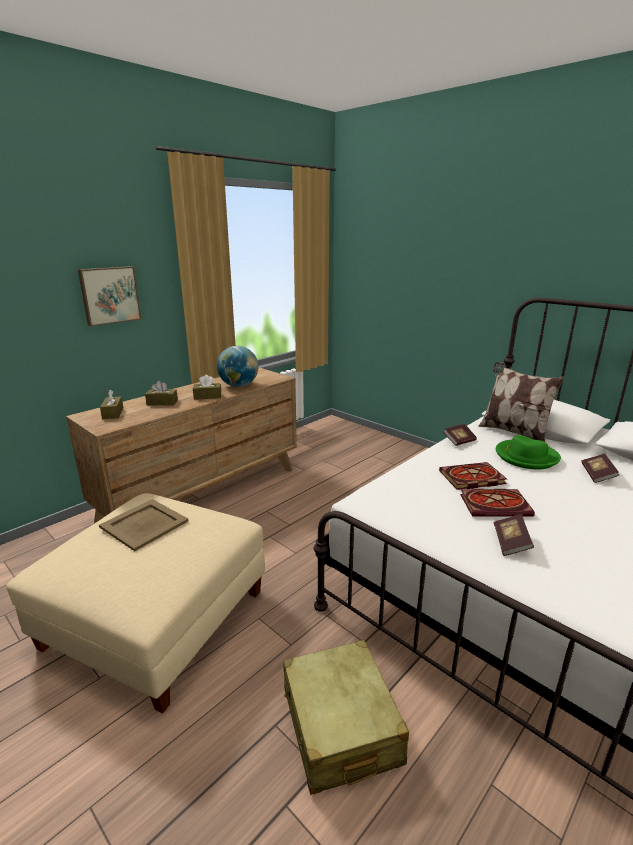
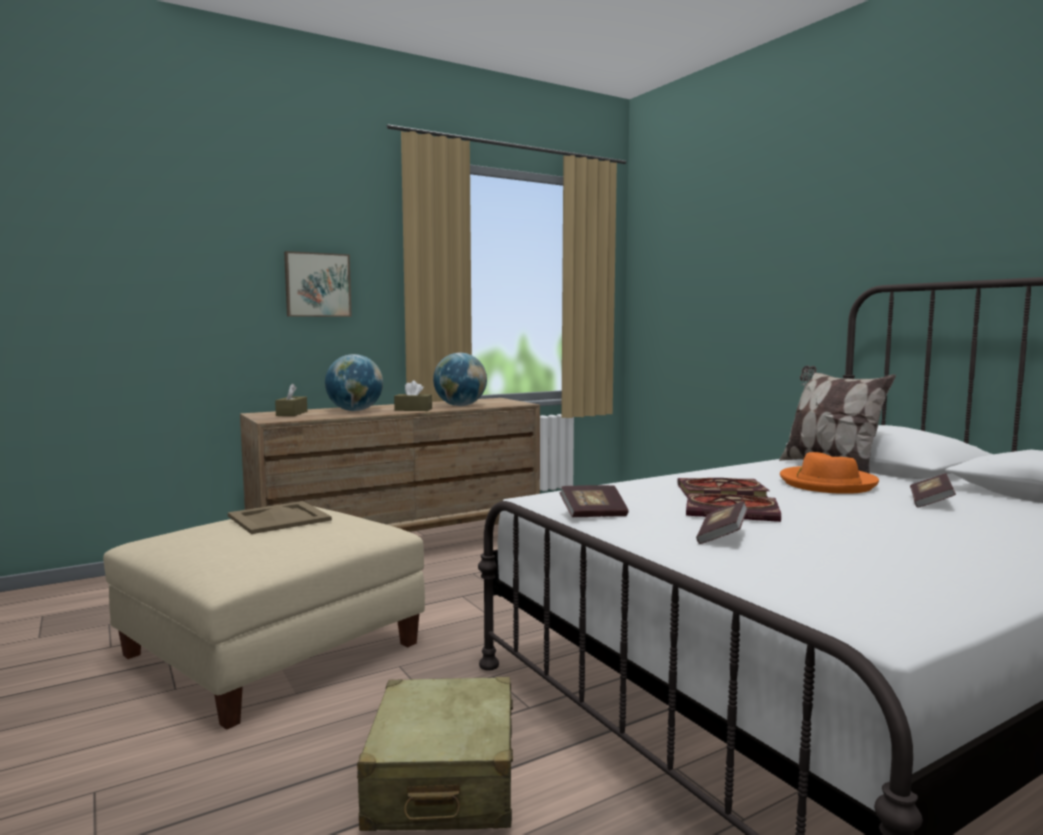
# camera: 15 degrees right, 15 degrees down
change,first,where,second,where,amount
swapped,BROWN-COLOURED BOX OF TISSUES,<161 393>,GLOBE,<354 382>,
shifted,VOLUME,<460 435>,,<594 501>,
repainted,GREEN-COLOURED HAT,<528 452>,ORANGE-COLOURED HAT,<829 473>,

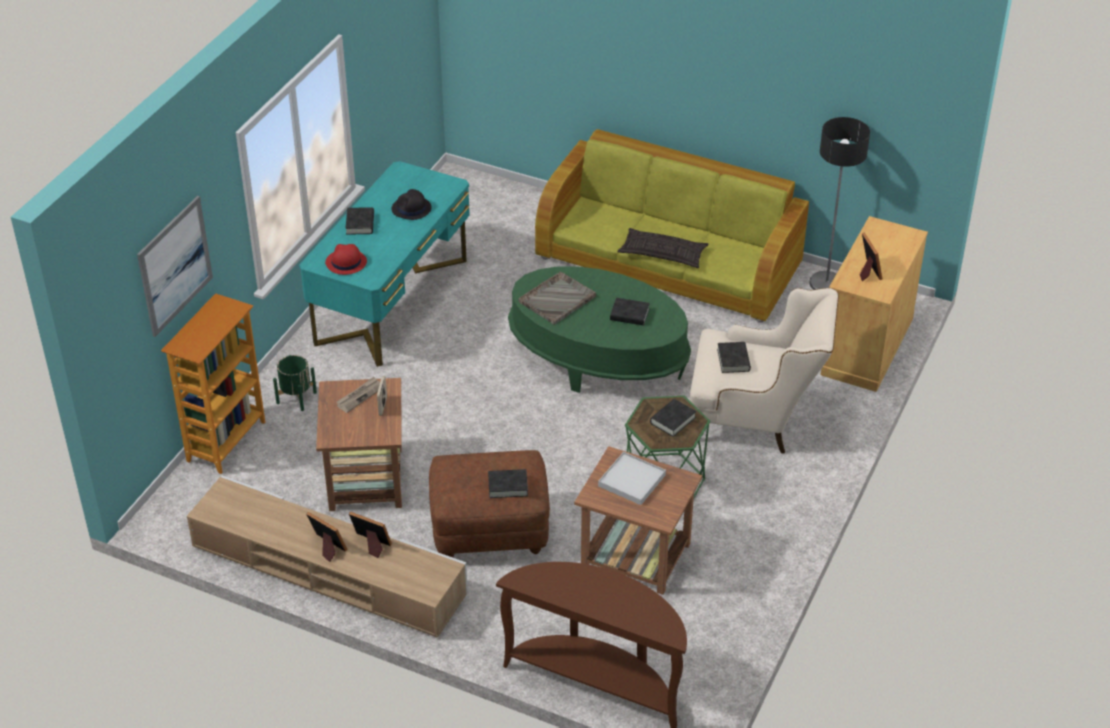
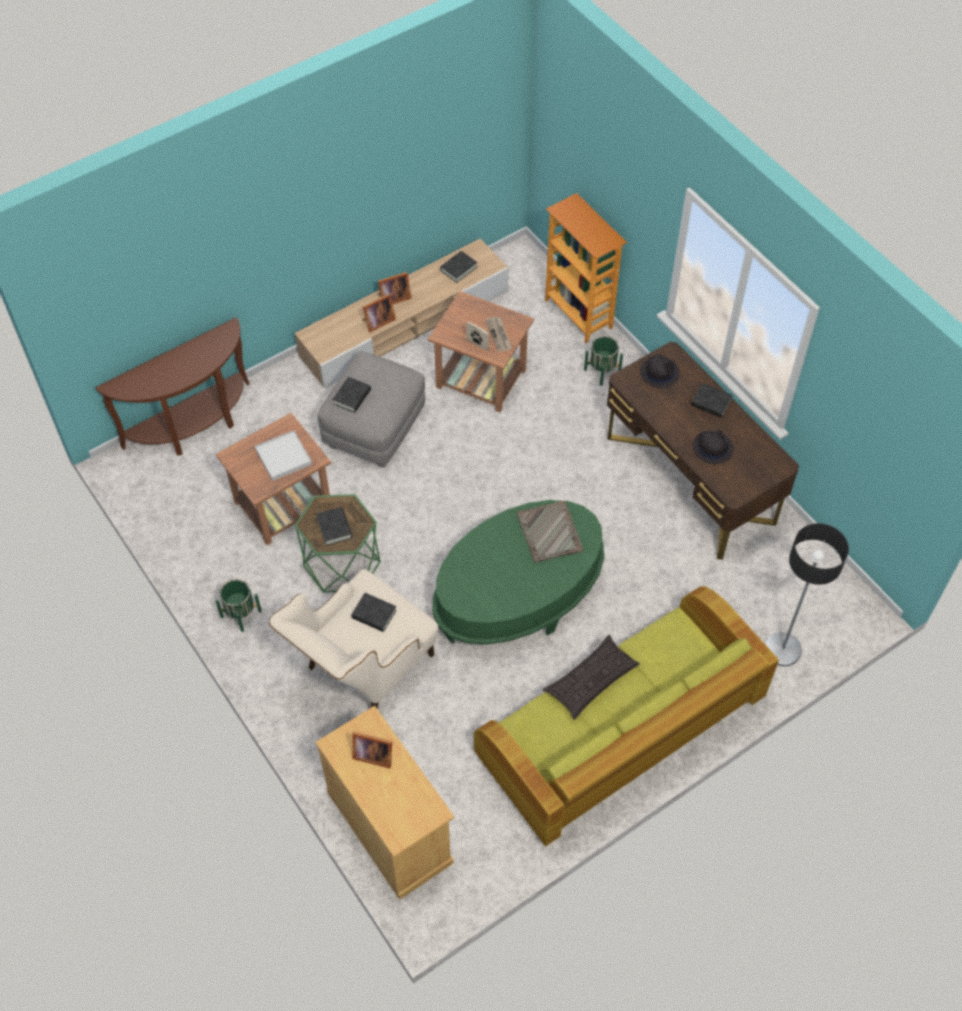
# camera: 120 degrees right, 15 degrees up
change,first,where,second,where,amount
new,,,GREEN-COLOURED PLANTER,<239 605>,
repainted,BROWN-COLOURED POUFFE,<489 504>,GRAY POUFFE,<371 409>,
shifted,BLACKISH VOLUME,<630 311>,,<458 267>,
repainted,TURQUOISE DESK UNIT,<384 264>,BROWN-COLOURED DESK UNIT,<703 451>,
repainted,REDDISH HAT,<346 259>,BLACKISH HAT,<660 371>,
shifted,STANDARD LAMP,<839 203>,,<807 594>,
gone,WALL ART,<175 266>,,,

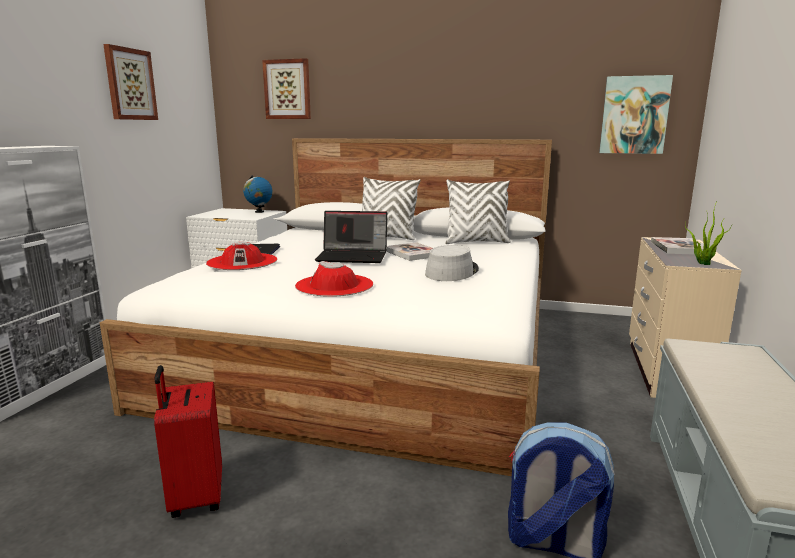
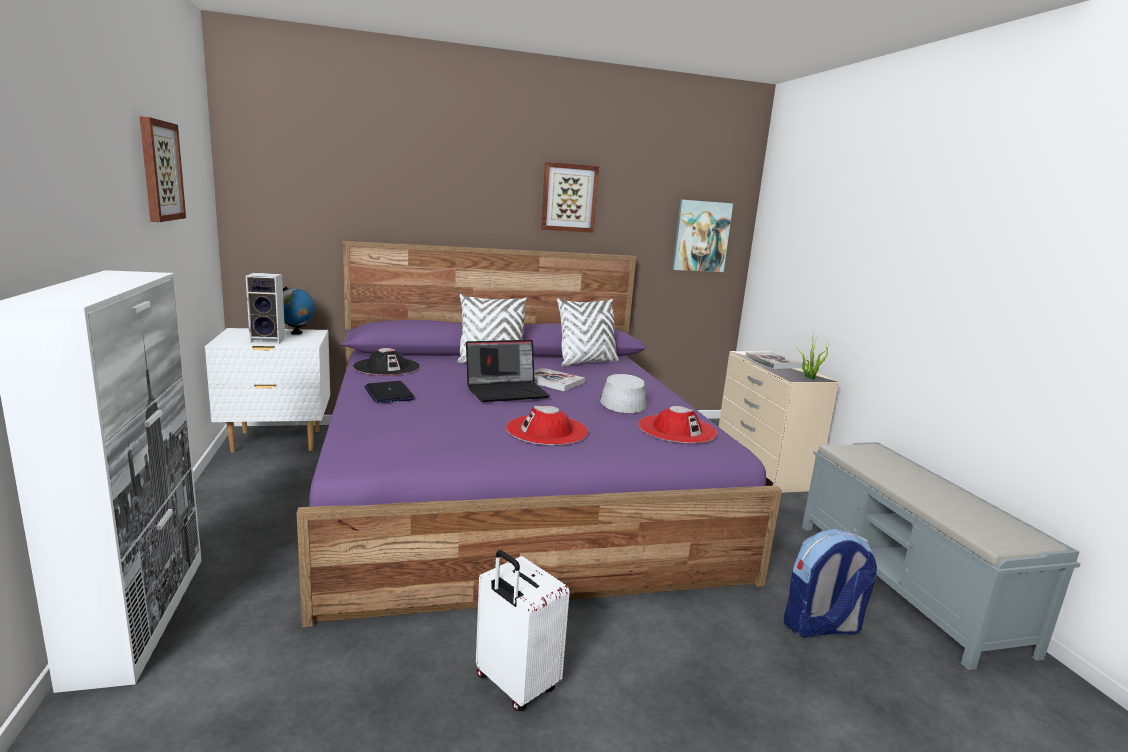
# camera: 30 degrees left, 0 degrees up
change,first,where,second,where,amount
new,,,SPEAKER,<265 308>,
repainted,WHITISH BED,<326 307>,PURPLE-COLOURED BED,<539 434>,
new,,,BLACKISH HAT,<386 361>,
repainted,REDDISH TRAVEL CASE,<188 441>,WHITISH TRAVEL CASE,<523 630>,
shifted,WALL ART,<286 88>,,<570 197>,
shifted,REDDISH HAT,<242 256>,,<677 424>,

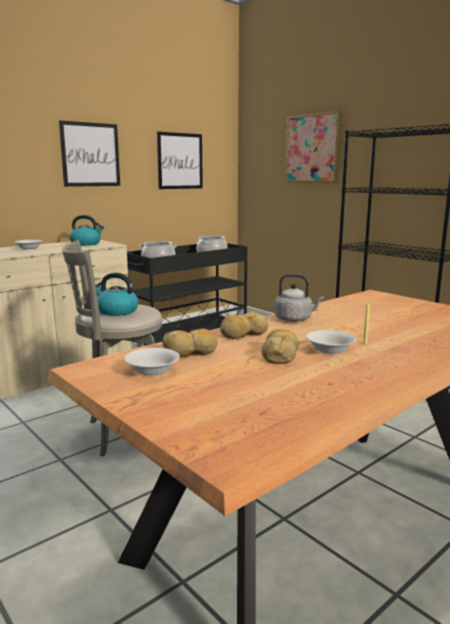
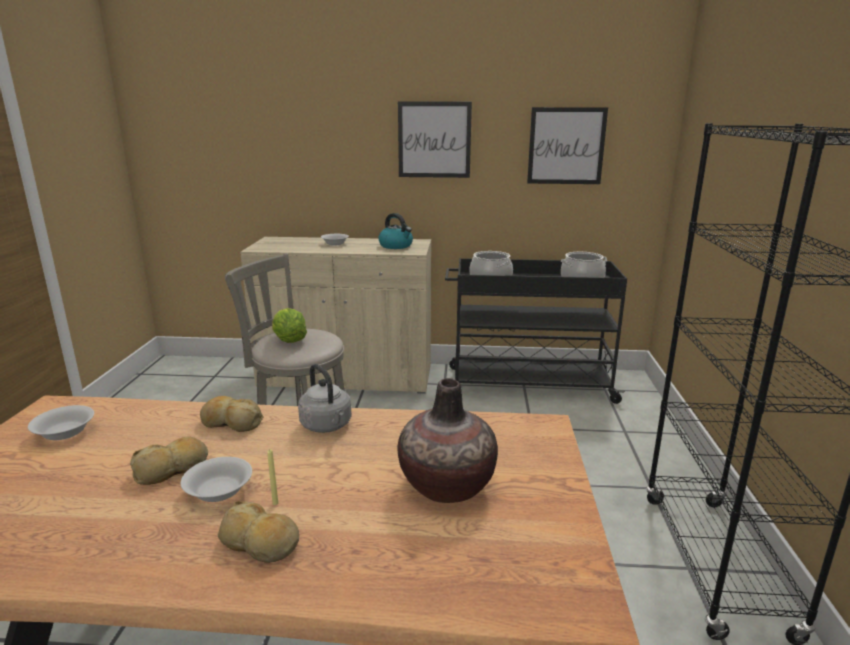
# camera: 45 degrees right, 5 degrees up
change,first,where,second,where,amount
shifted,BAKERY BREAD,<190 342>,,<258 532>,
swapped,KETTLE,<116 294>,HEAD OF LETTUCE,<289 325>,
new,,,VASE,<448 440>,
gone,WALL ART,<313 147>,,,

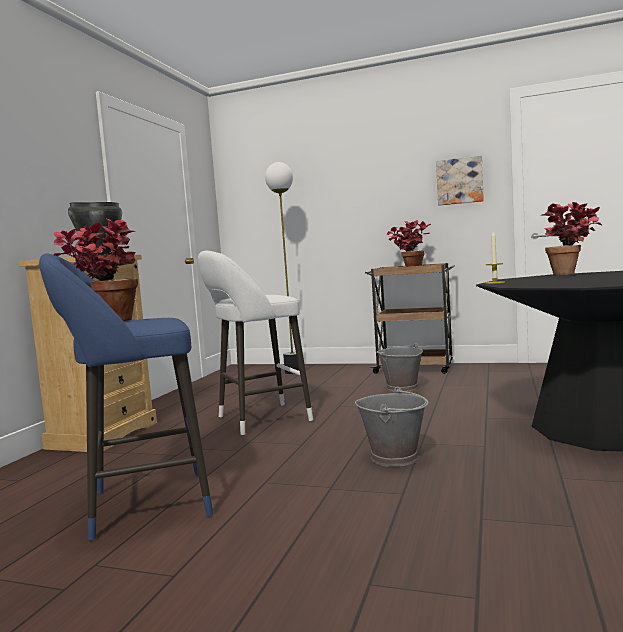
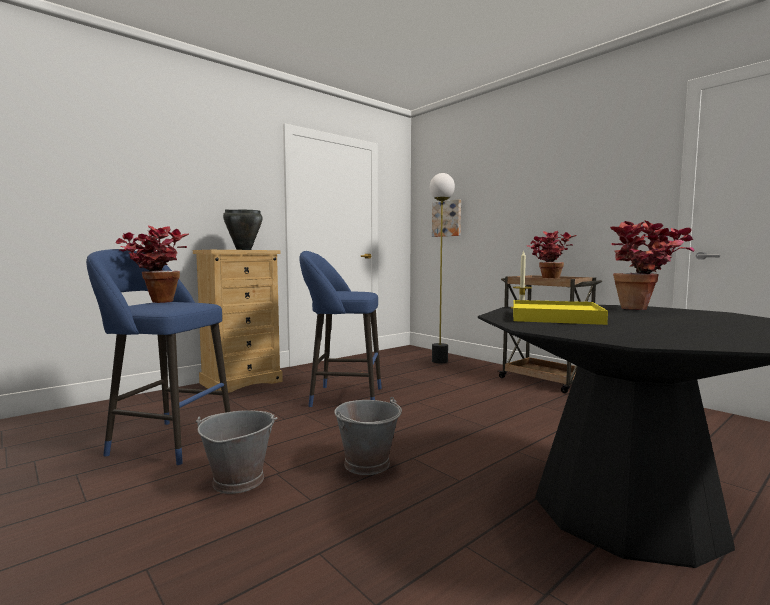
# camera: 30 degrees right, 0 degrees up
change,first,where,second,where,amount
shifted,GRAY PAIL,<399 367>,,<236 452>,
repainted,WHITISH SITTING STOOL,<255 343>,BLUISH SITTING STOOL,<340 329>,
shifted,WALL ART,<460 180>,,<446 218>,
new,,,YELLOW-COLOURED CARRYING TRAY,<560 312>,

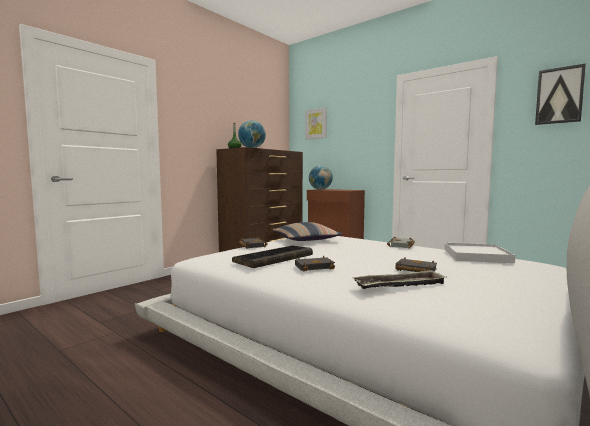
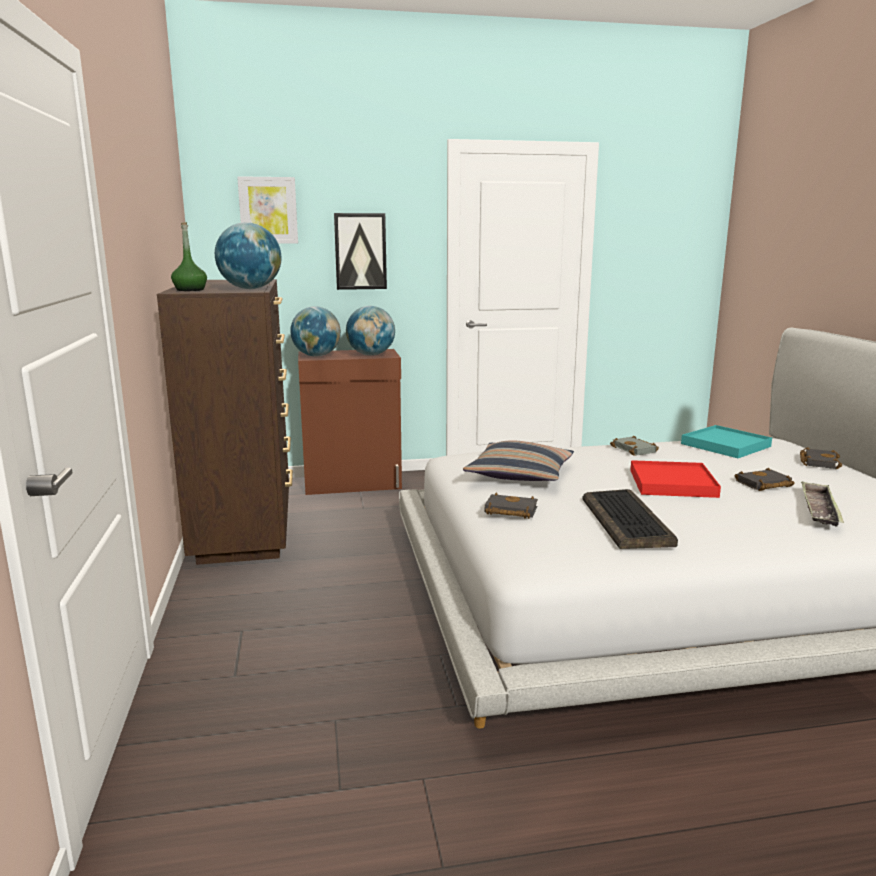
# camera: 50 degrees left, 10 degrees up
change,first,where,second,where,amount
shifted,WALL ART,<560 94>,,<360 251>,
new,,,GLOBE,<370 330>,
new,,,REDDISH CARRYING TRAY,<675 479>,
repainted,WHITISH CARRYING TRAY,<479 253>,TURQUOISE CARRYING TRAY,<726 441>,
shifted,BLACKISH VOLUME,<315 264>,,<821 458>,

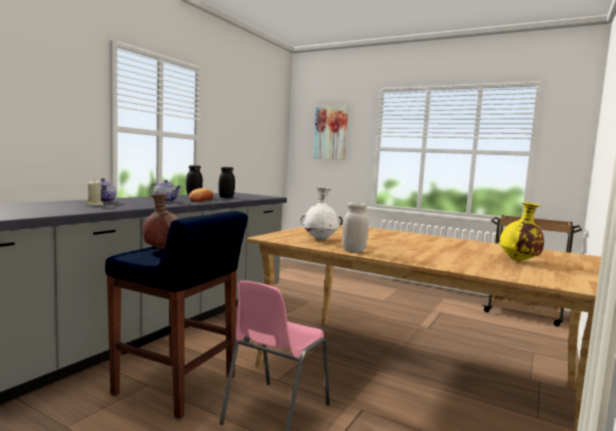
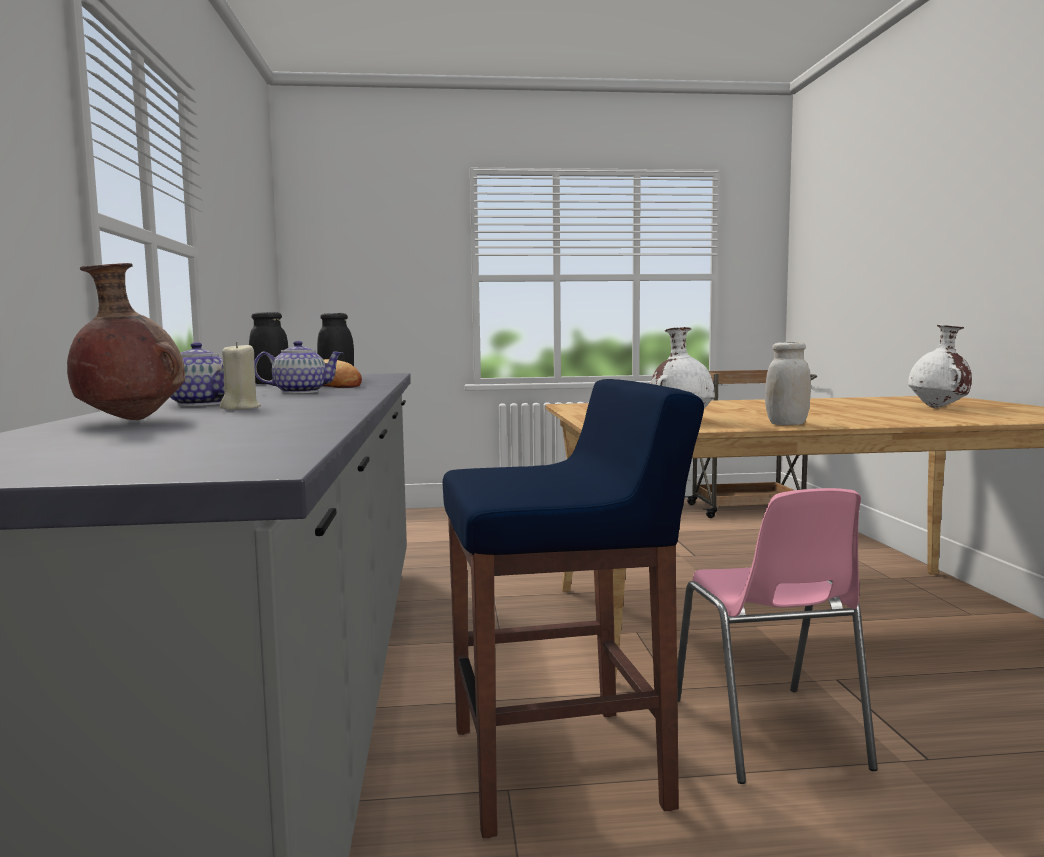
# camera: 35 degrees left, 0 degrees up
change,first,where,second,where,amount
shifted,BROWN-COLOURED VASE,<160 221>,,<126 341>,
repainted,YELLOW-COLOURED VASE,<521 231>,WHITISH VASE,<940 366>,
gone,WALL ART,<330 132>,,,

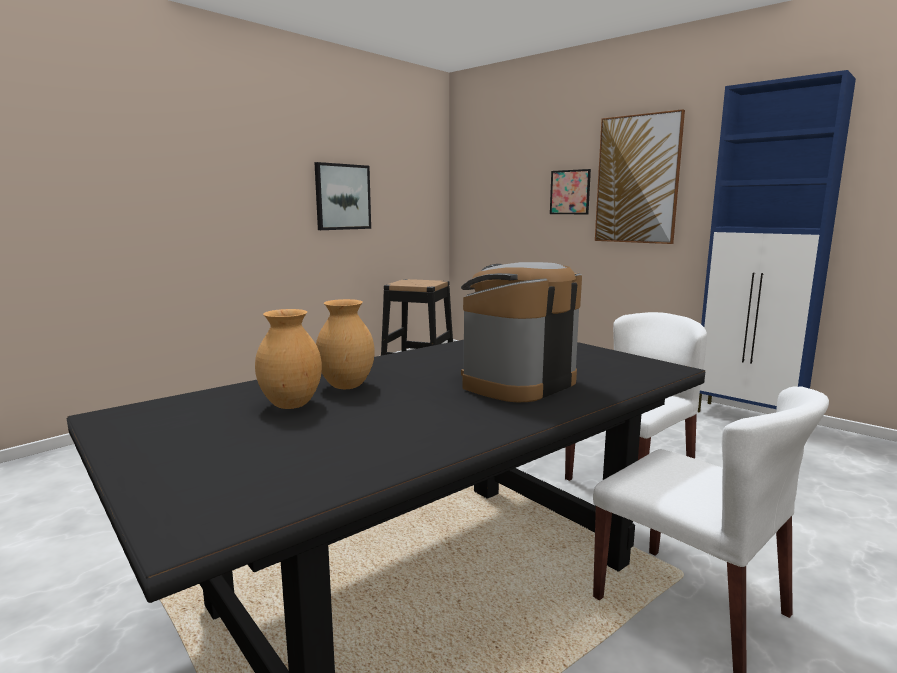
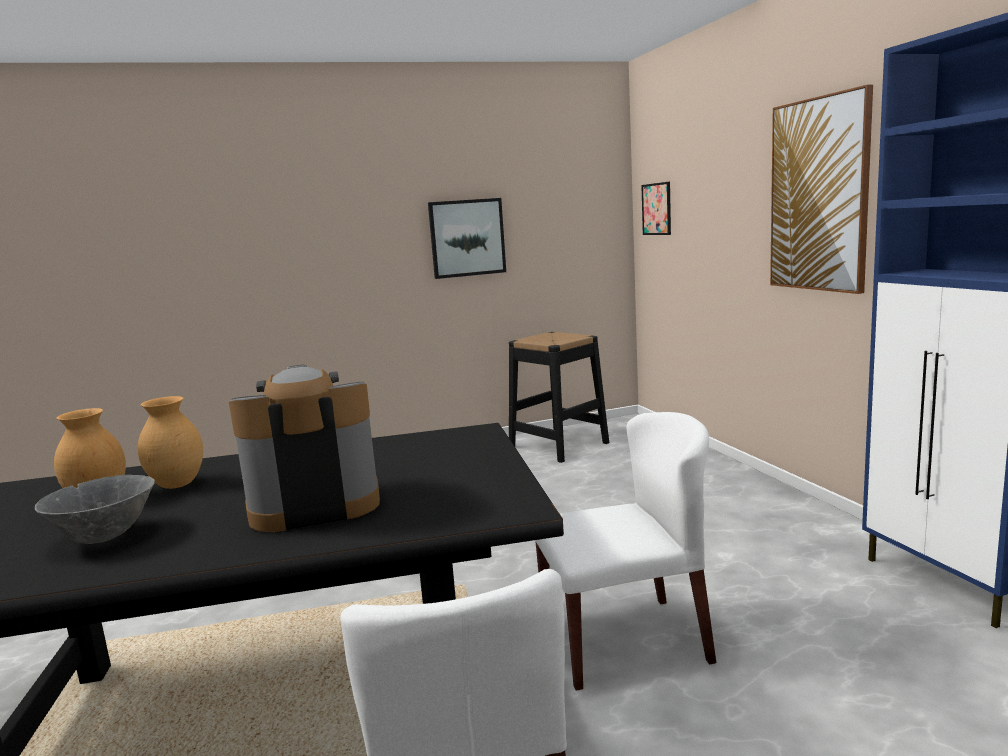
# camera: 30 degrees right, 0 degrees up
change,first,where,second,where,amount
new,,,GRAY BOWL,<95 509>,
shifted,WALL ART,<570 191>,,<656 208>,

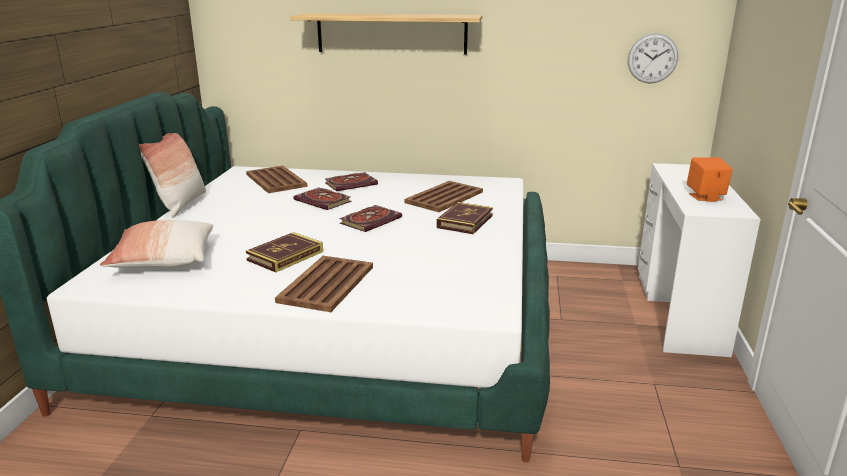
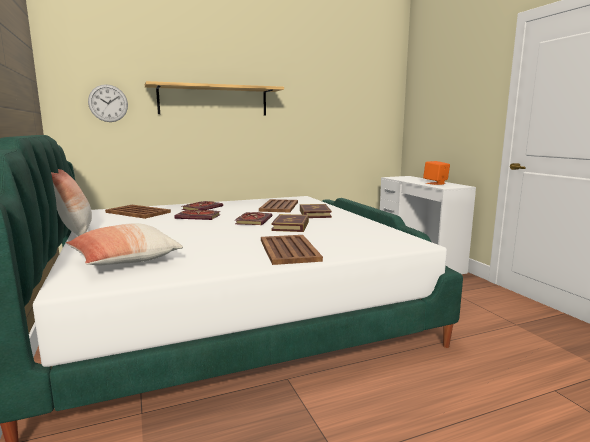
# camera: 30 degrees left, 10 degrees down
change,first,where,second,where,amount
shifted,CLOCK ON THE WALL,<653 58>,,<108 103>,
shifted,VOLUME,<284 252>,,<290 223>,

